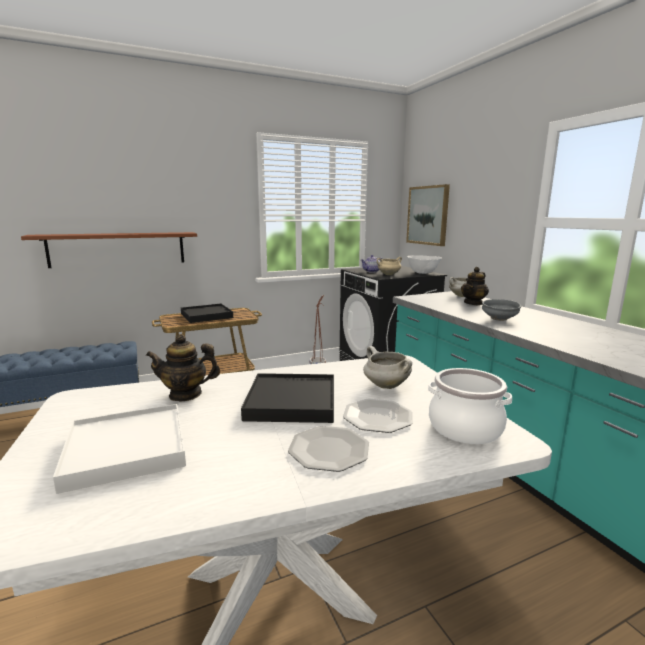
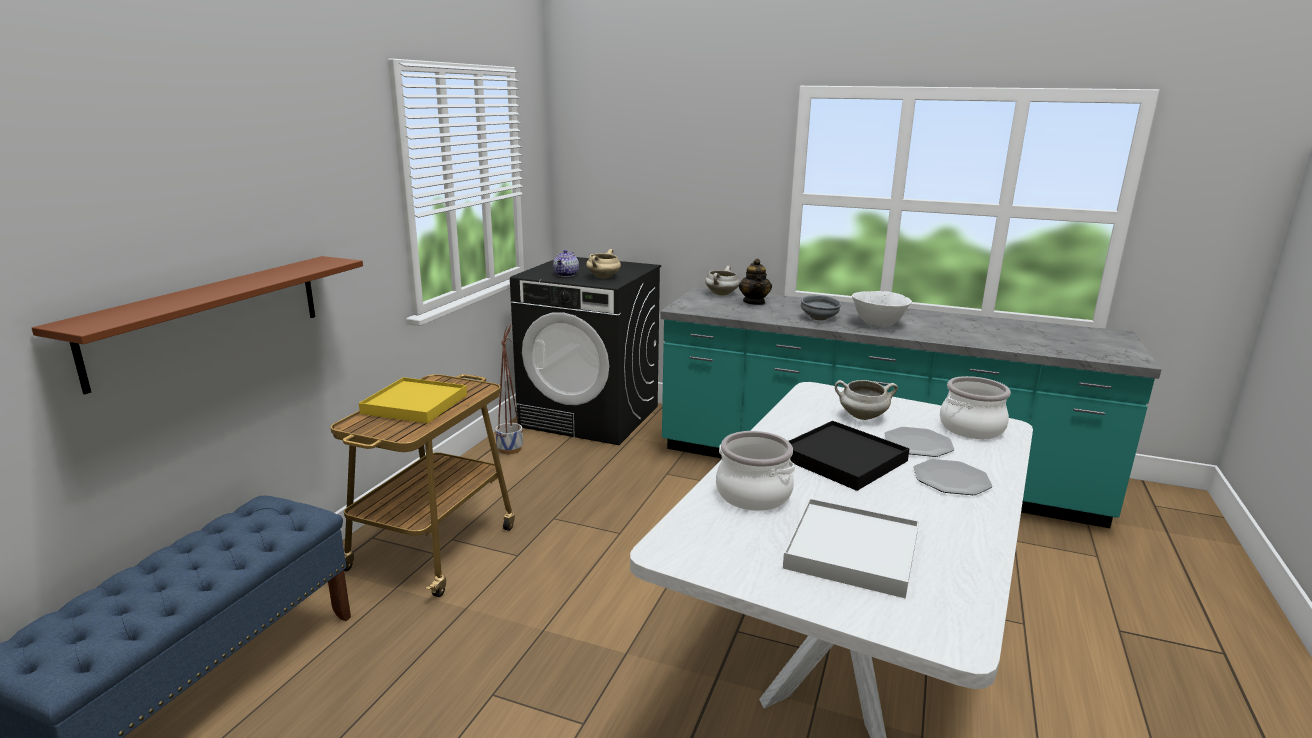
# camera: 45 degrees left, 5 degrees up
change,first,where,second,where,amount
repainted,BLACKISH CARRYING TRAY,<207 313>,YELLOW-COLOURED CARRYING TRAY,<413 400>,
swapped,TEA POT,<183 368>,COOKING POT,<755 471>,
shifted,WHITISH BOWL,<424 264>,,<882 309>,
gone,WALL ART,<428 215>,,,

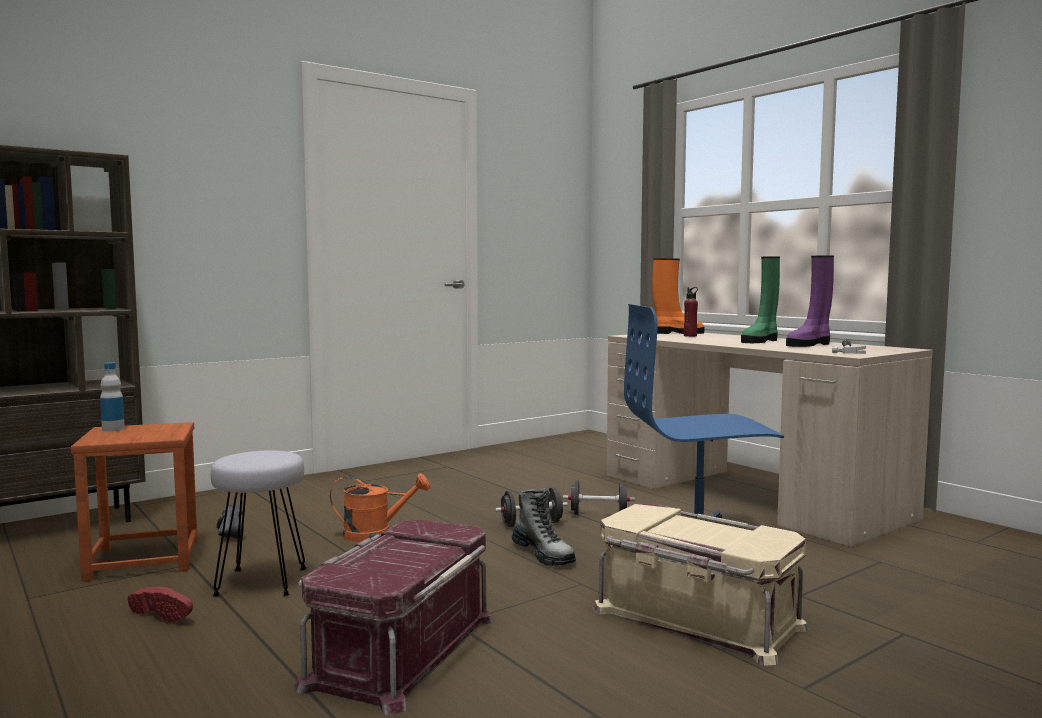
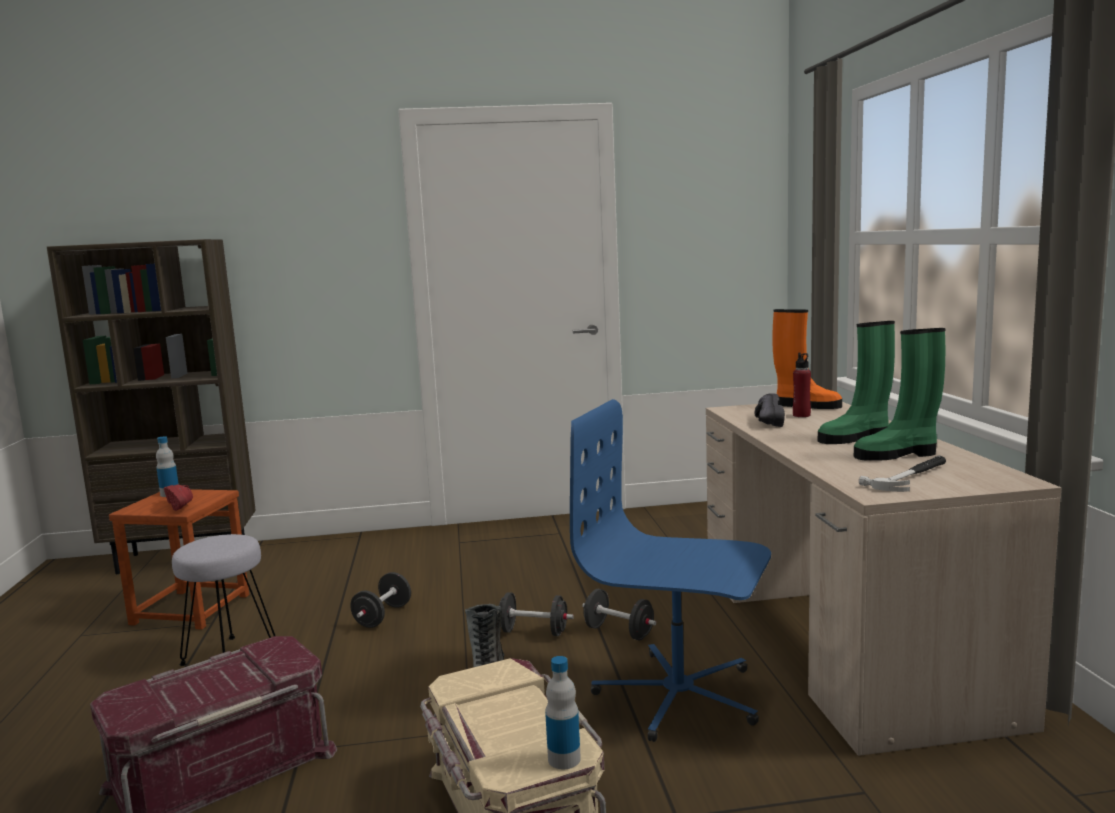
# camera: 30 degrees right, 5 degrees up
change,first,where,second,where,amount
shifted,REDDISH LOW SHOE,<160 604>,,<178 498>,
swapped,ORANGE-COLOURED WATERING POT,<380 507>,BLACKISH HAND WEIGHT,<380 600>,
new,,,BEVERAGE BOTTLE,<563 712>,
shifted,BLACKISH LOW SHOE,<230 521>,,<769 410>,
repainted,PURPLE-COLOURED BOOT,<810 301>,GREEN-COLOURED BOOT,<899 394>,

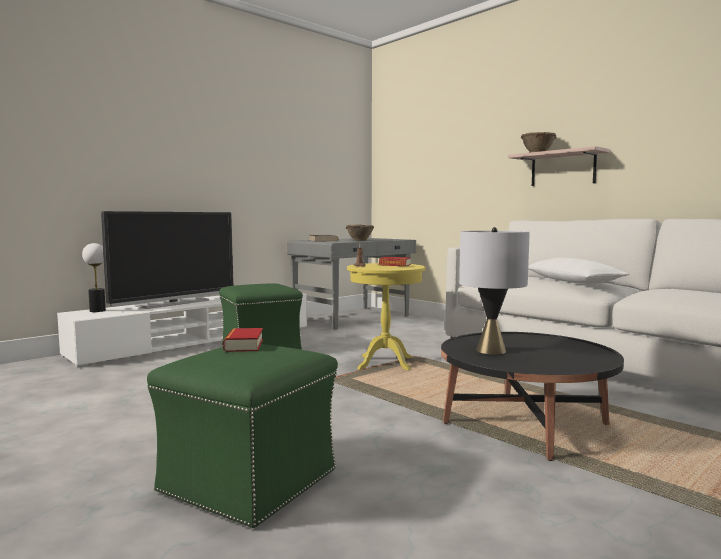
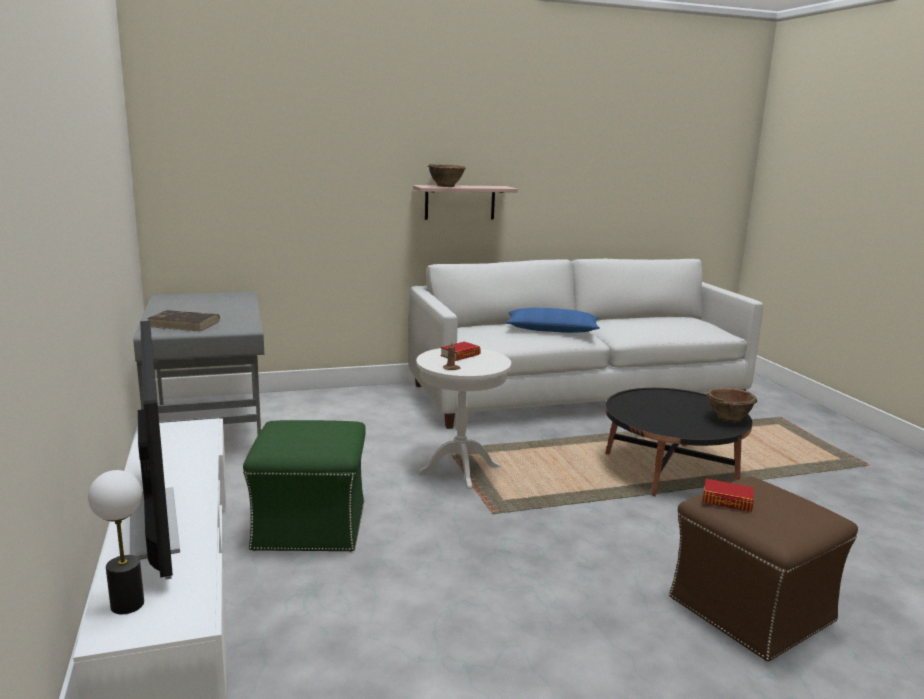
# camera: 65 degrees left, 10 degrees up
change,first,where,second,where,amount
repainted,YELLOW-COLOURED END TABLE,<386 317>,WHITISH END TABLE,<463 418>,
repainted,WHITISH PILLOW,<578 271>,BLUISH PILLOW,<553 320>,
repainted,GREEN-COLOURED POUFFE,<242 436>,BROWN-COLOURED POUFFE,<763 569>,
shifted,BROWN-COLOURED BOWL,<360 233>,,<731 405>,
gone,GRAY TABLE LAMP,<494 291>,,,

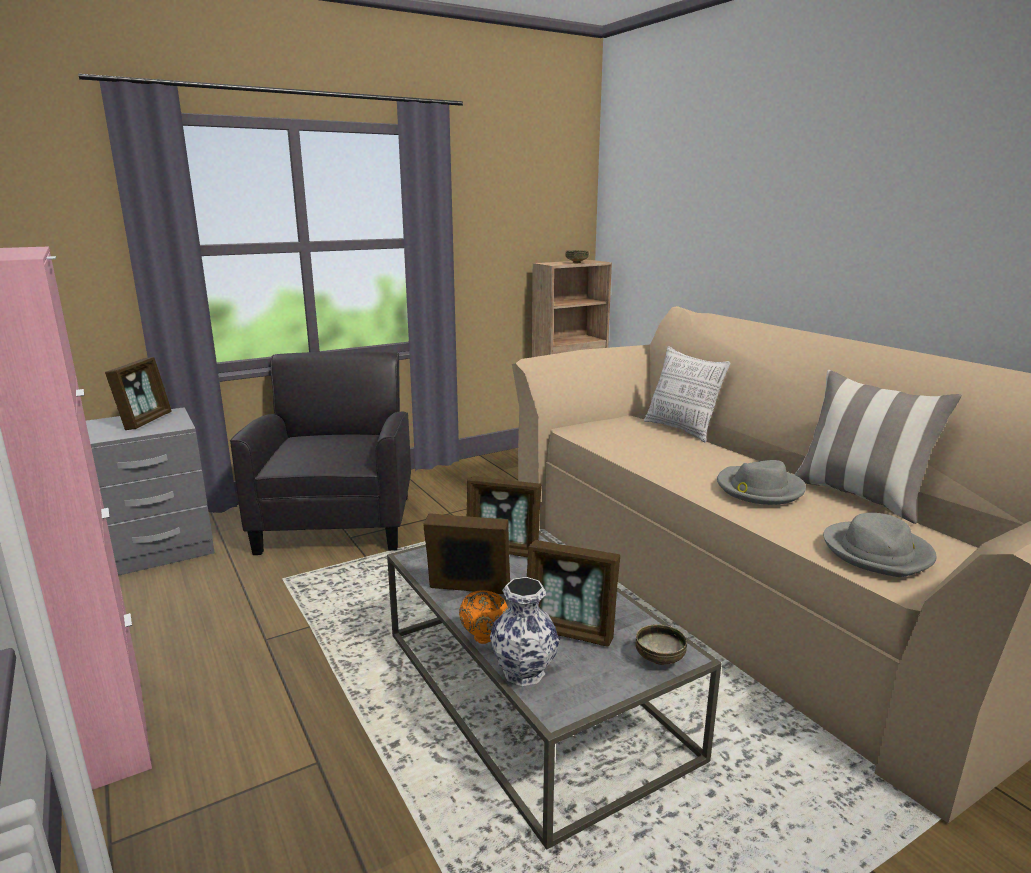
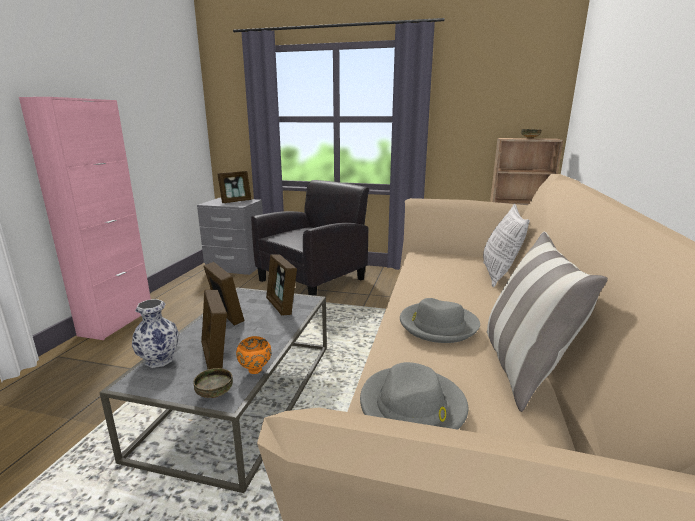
# camera: 45 degrees right, 0 degrees up
change,first,where,second,where,amount
shifted,ORANGE-COLOURED BOWL,<483 617>,,<254 355>,

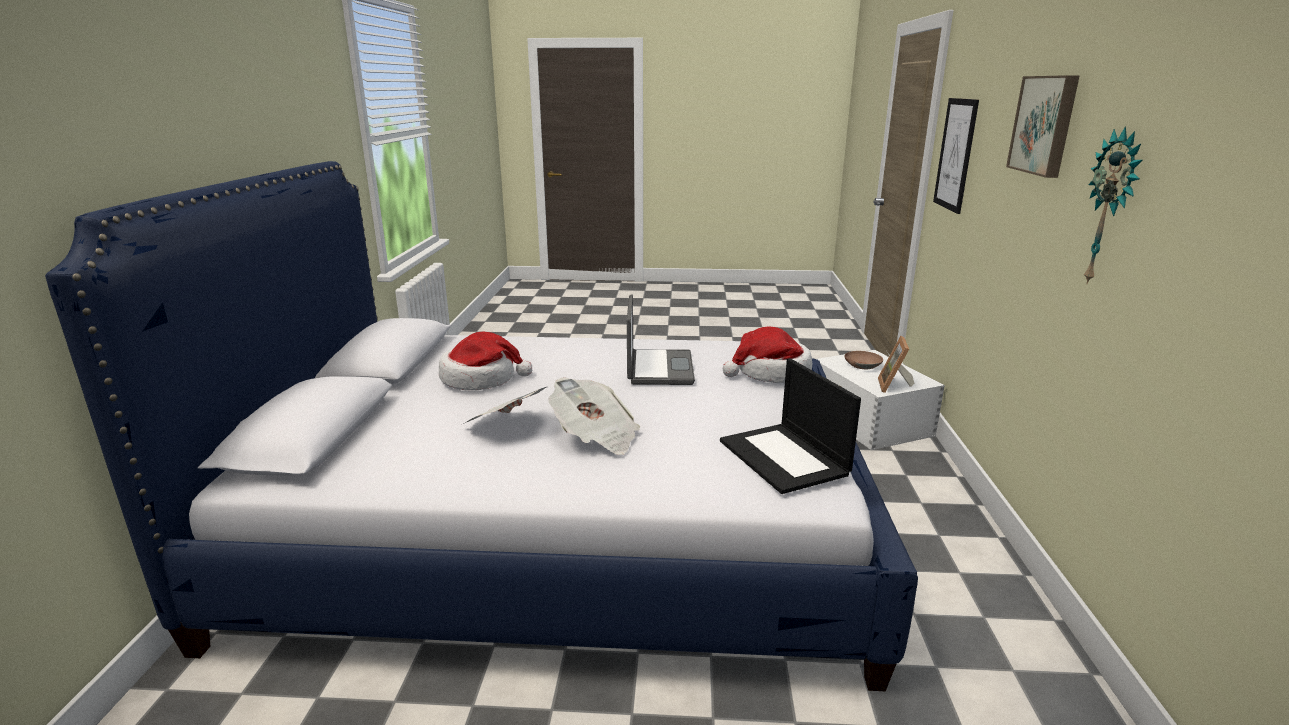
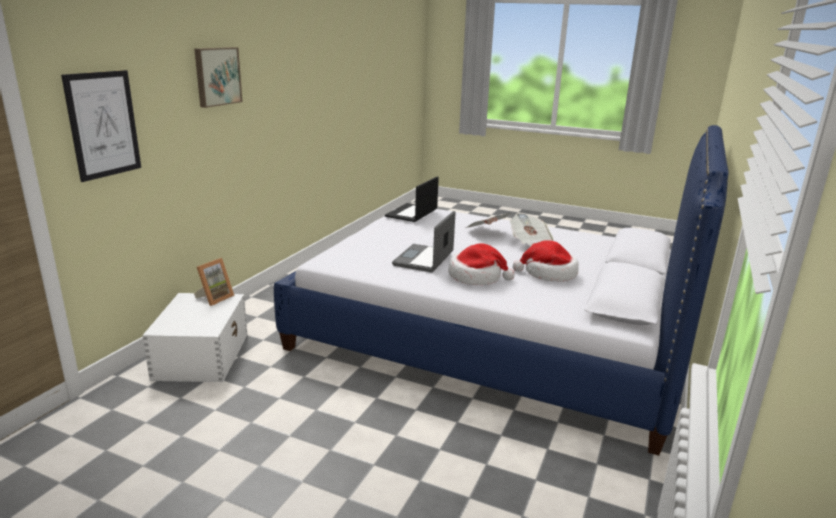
# camera: 160 degrees left, 0 degrees up
change,first,where,second,where,amount
rotated,PORTABLE COMPUTER,<790 426>,,<412 199>,150 degrees counterclockwise
shifted,HAT,<767 354>,,<481 264>,
gone,BROWN-COLOURED BOWL,<863 360>,,,
gone,CLOCK ON THE WALL,<1113 205>,,,

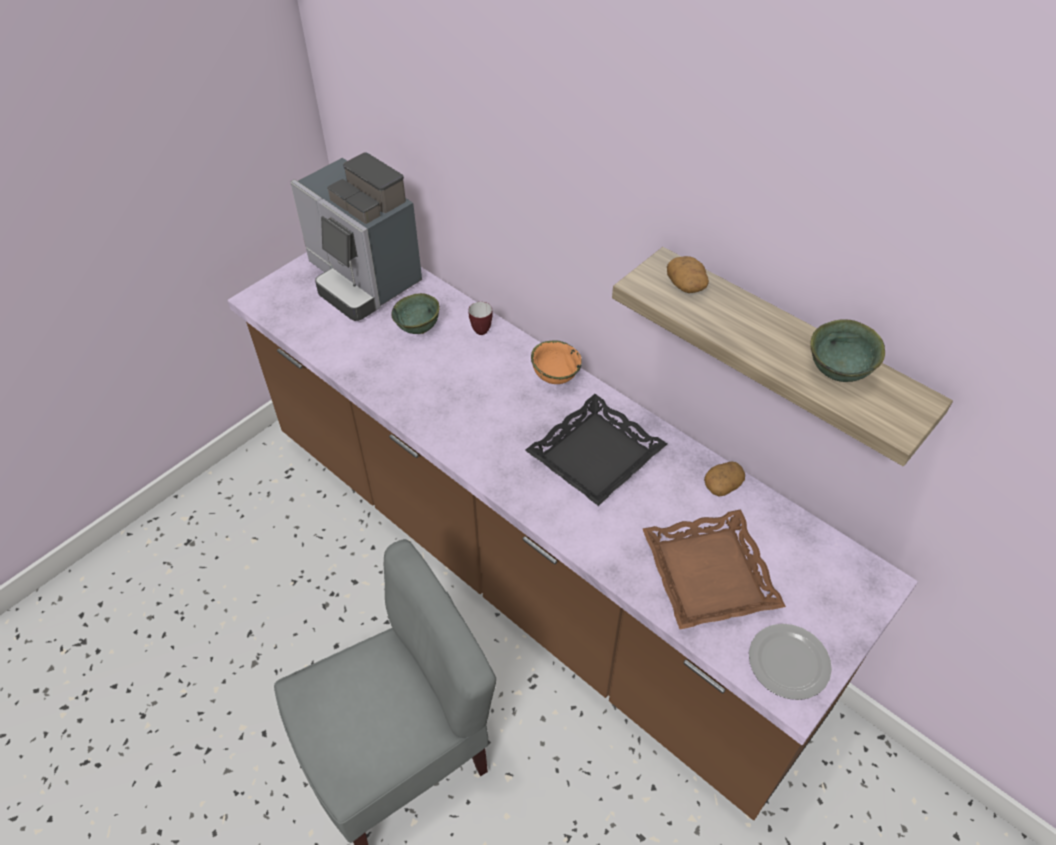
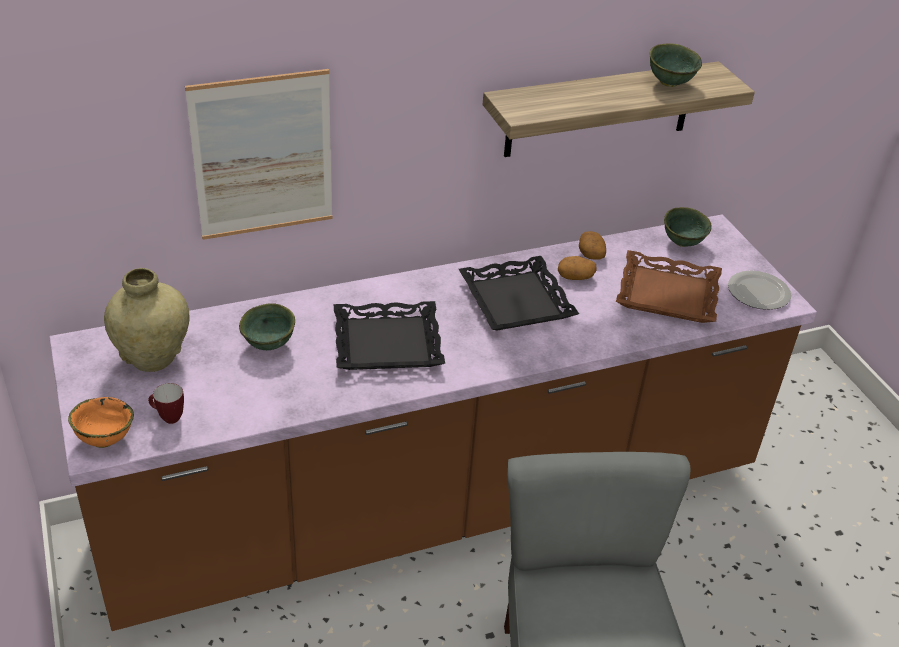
# camera: 65 degrees left, 10 degrees down
change,first,where,second,where,amount
shifted,ORANGE-COLOURED BOWL,<556 362>,,<101 422>,
swapped,COFFEE MACHINE,<356 236>,BEIGE-COLOURED VASE,<146 320>,
shifted,MUG,<480 318>,,<166 403>,
new,,,WALL ART,<258 154>,
new,,,BLACKISH CARRYING TRAY,<389 335>,
shifted,SPUD,<688 274>,,<577 268>,
new,,,GREEN-COLOURED BOWL,<687 227>,

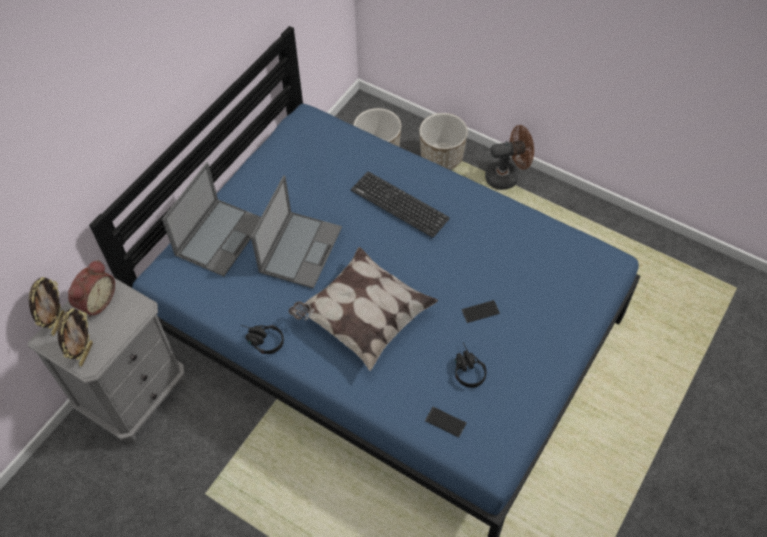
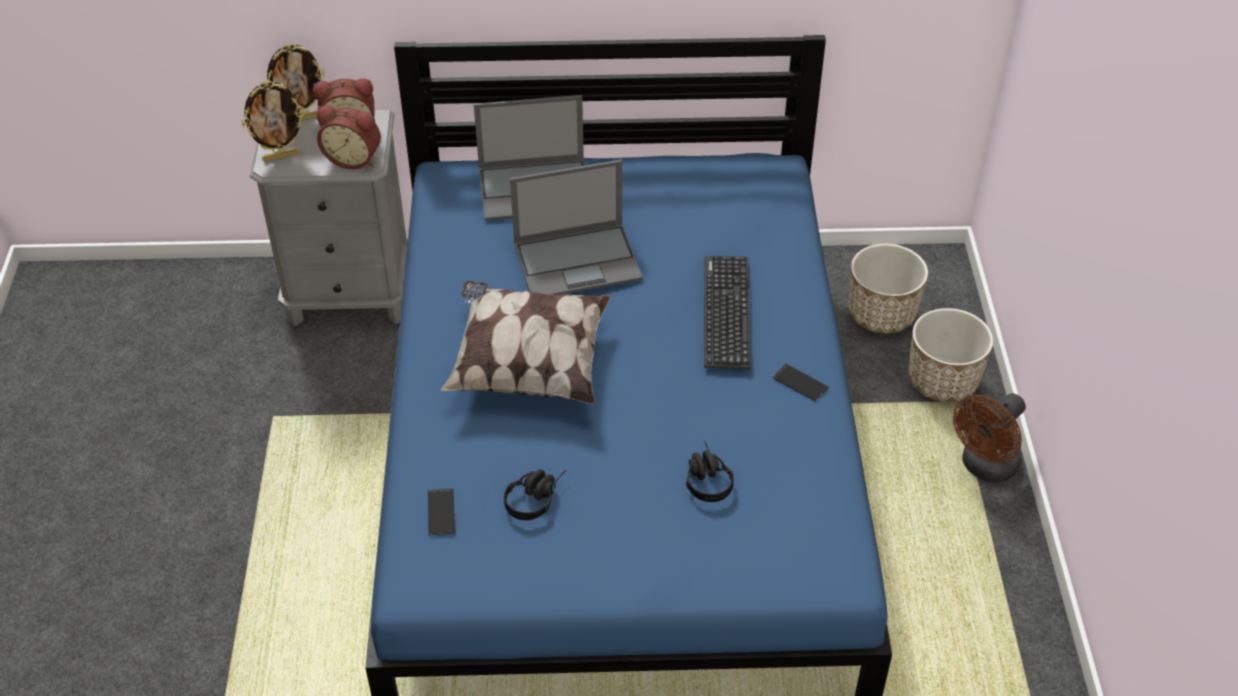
# camera: 55 degrees right, 10 degrees down
change,first,where,second,where,amount
new,,,ALARM CLOCK,<349 137>,
shifted,BLACKISH PAIR OF HEADPHONES,<262 339>,,<710 471>,
shifted,PHONE,<480 311>,,<800 383>,
rotated,BROWN-COLOURED ELECTRIC FAN,<509 157>,,<989 438>,90 degrees clockwise

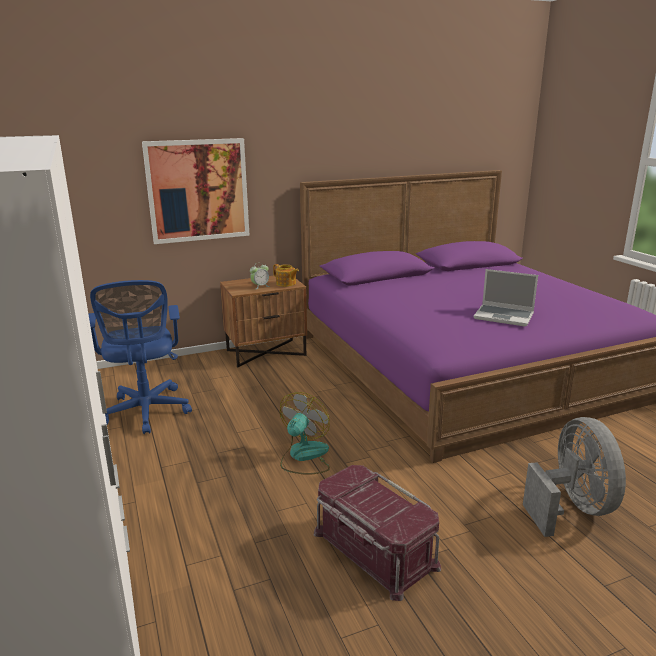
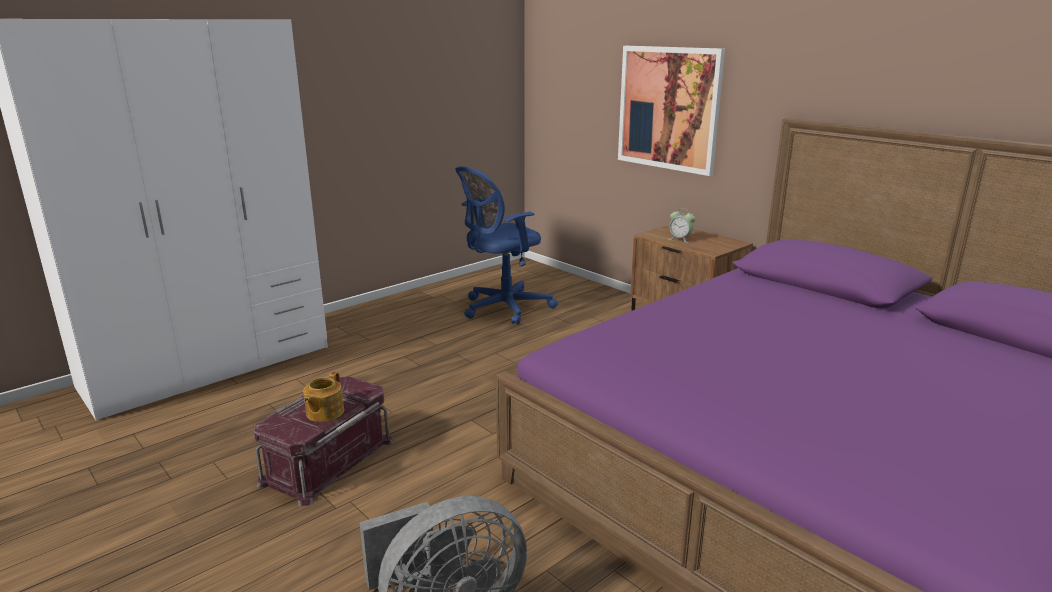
# camera: 70 degrees right, 0 degrees up
change,first,where,second,where,amount
shifted,TEA POT,<286 275>,,<323 397>,
gone,ELECTRIC FAN,<305 433>,,,
gone,PORTABLE COMPUTER,<506 297>,,,

